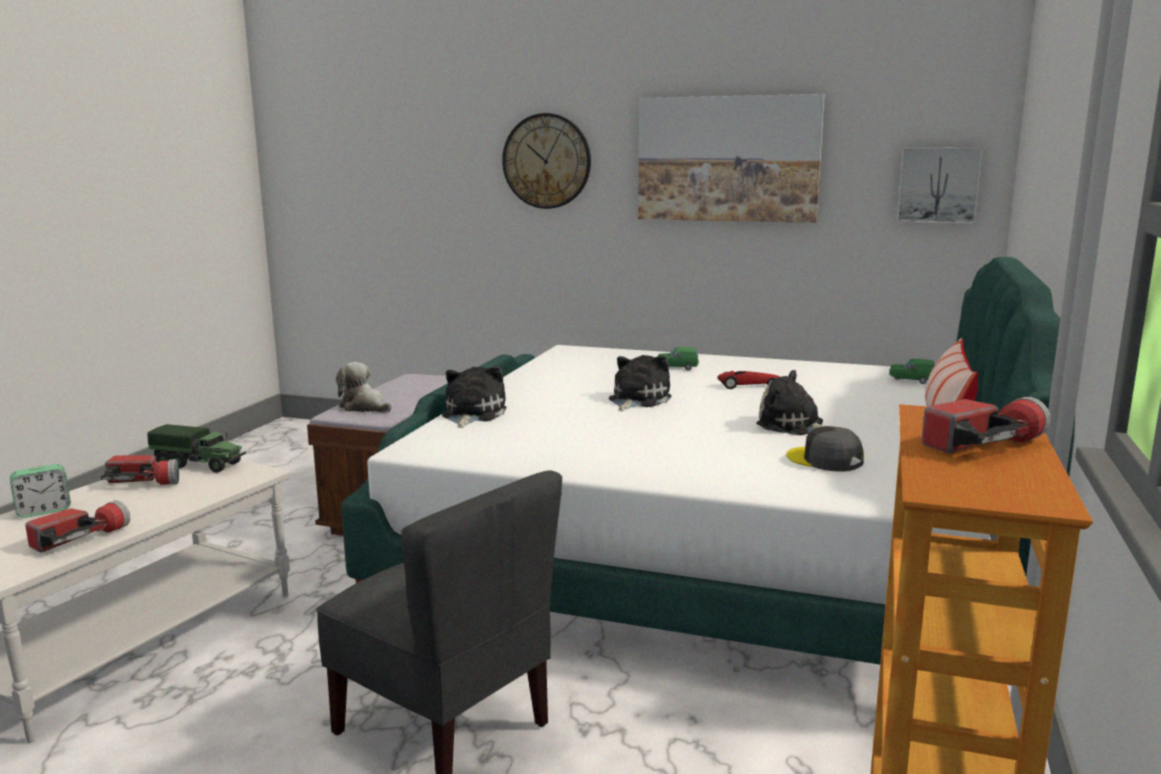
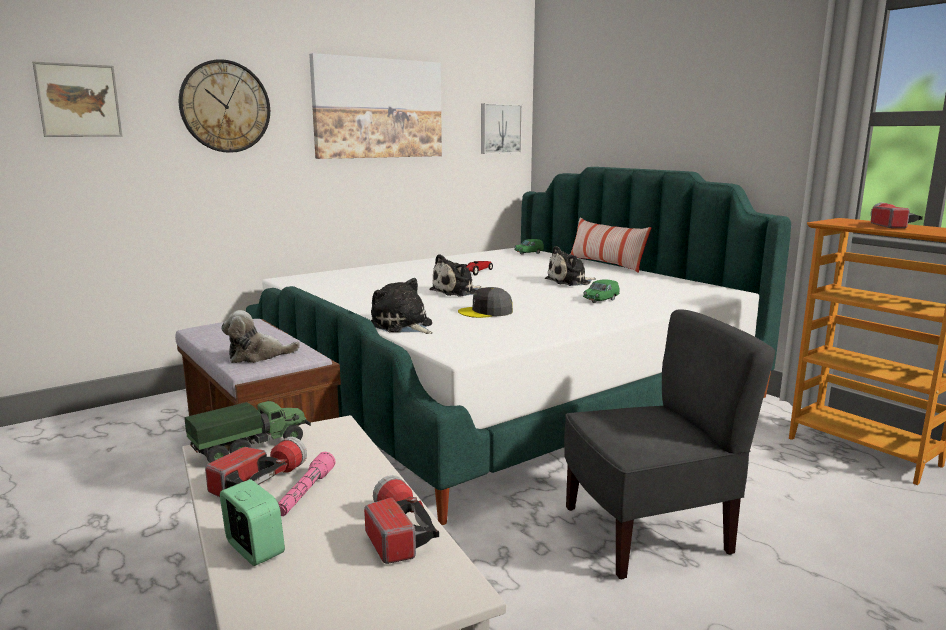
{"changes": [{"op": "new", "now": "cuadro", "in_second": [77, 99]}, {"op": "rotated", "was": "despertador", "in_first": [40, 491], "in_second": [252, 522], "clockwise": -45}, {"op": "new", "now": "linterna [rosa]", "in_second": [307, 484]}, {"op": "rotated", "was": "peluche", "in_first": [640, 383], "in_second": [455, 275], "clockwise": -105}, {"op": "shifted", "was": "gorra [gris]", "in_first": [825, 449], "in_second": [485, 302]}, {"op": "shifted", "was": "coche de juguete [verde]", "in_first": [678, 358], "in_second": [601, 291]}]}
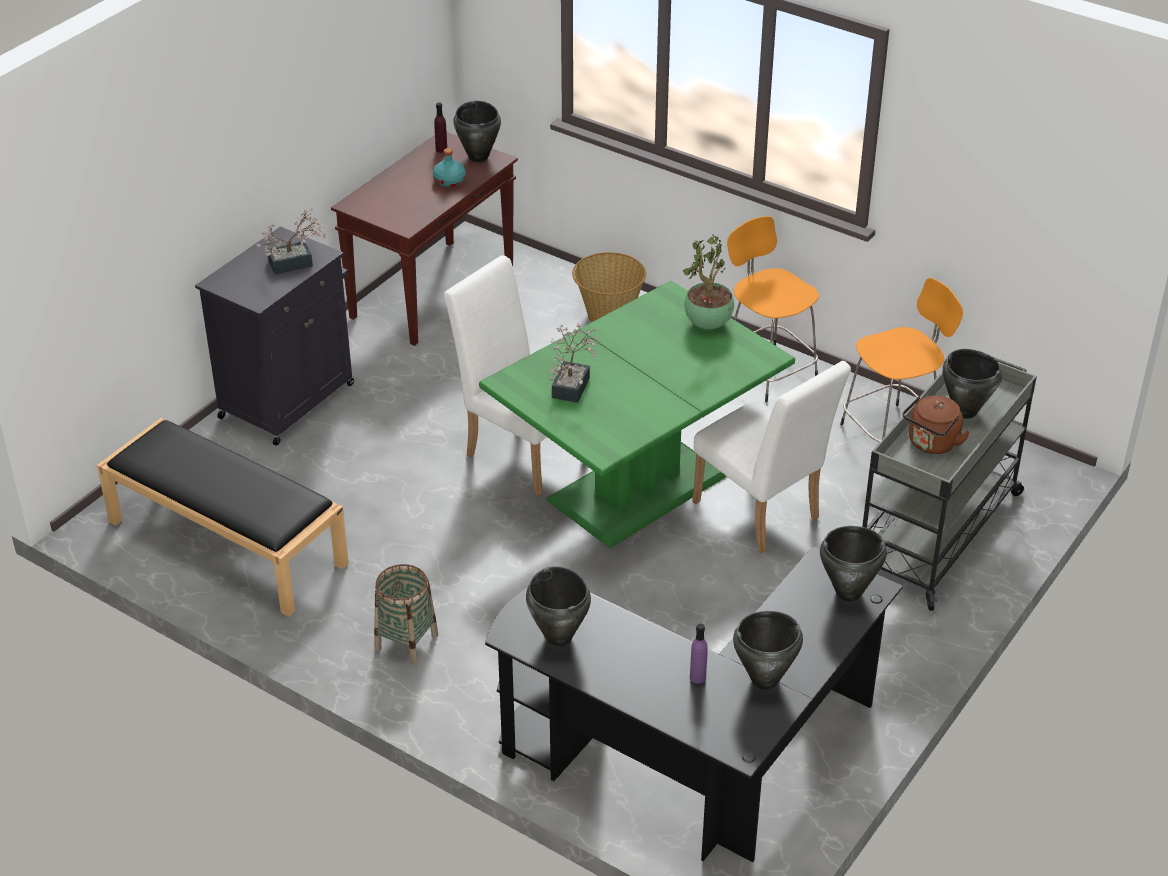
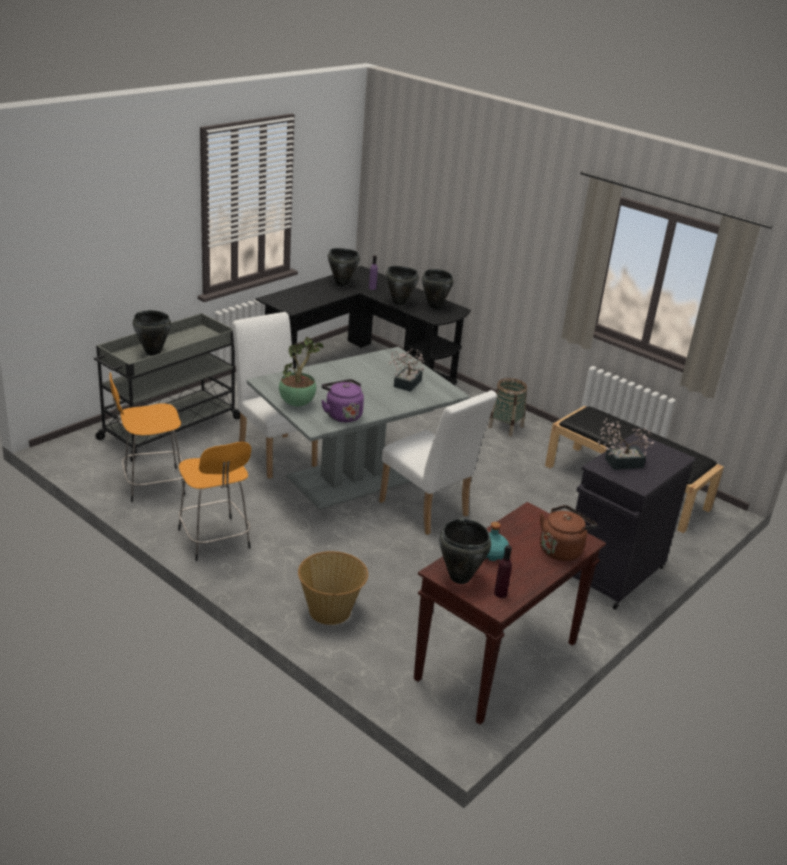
{"changes": [{"op": "repainted", "was": "mesa de comedor [verde]", "now": "mesa de comedor [gris]", "in_first": [637, 414], "in_second": [358, 428]}, {"op": "new", "now": "hervidor [morado]", "in_second": [342, 401]}, {"op": "shifted", "was": "olla [negro]", "in_first": [853, 564], "in_second": [402, 285]}, {"op": "shifted", "was": "hervidor [marrón]", "in_first": [936, 424], "in_second": [568, 533]}]}
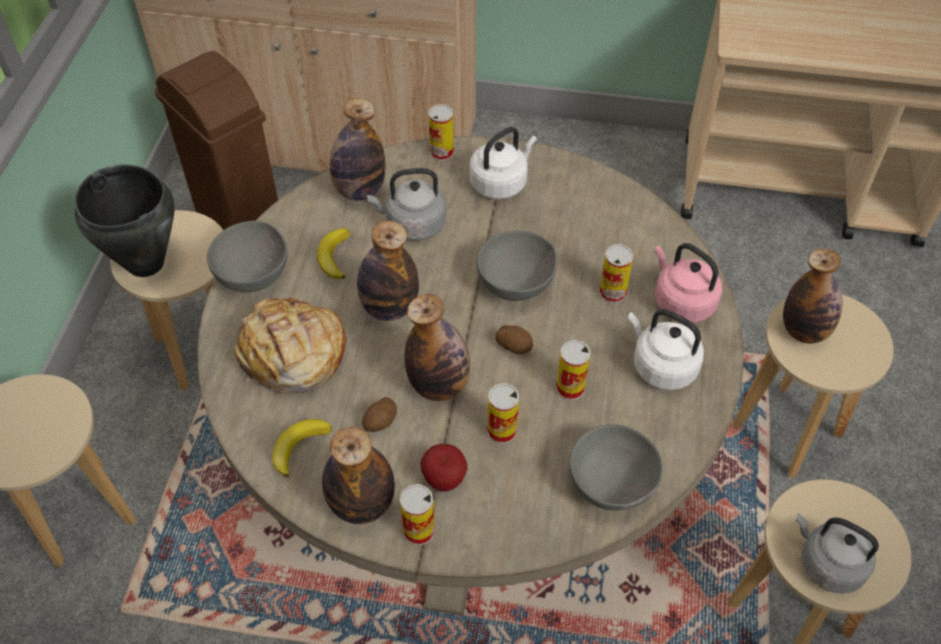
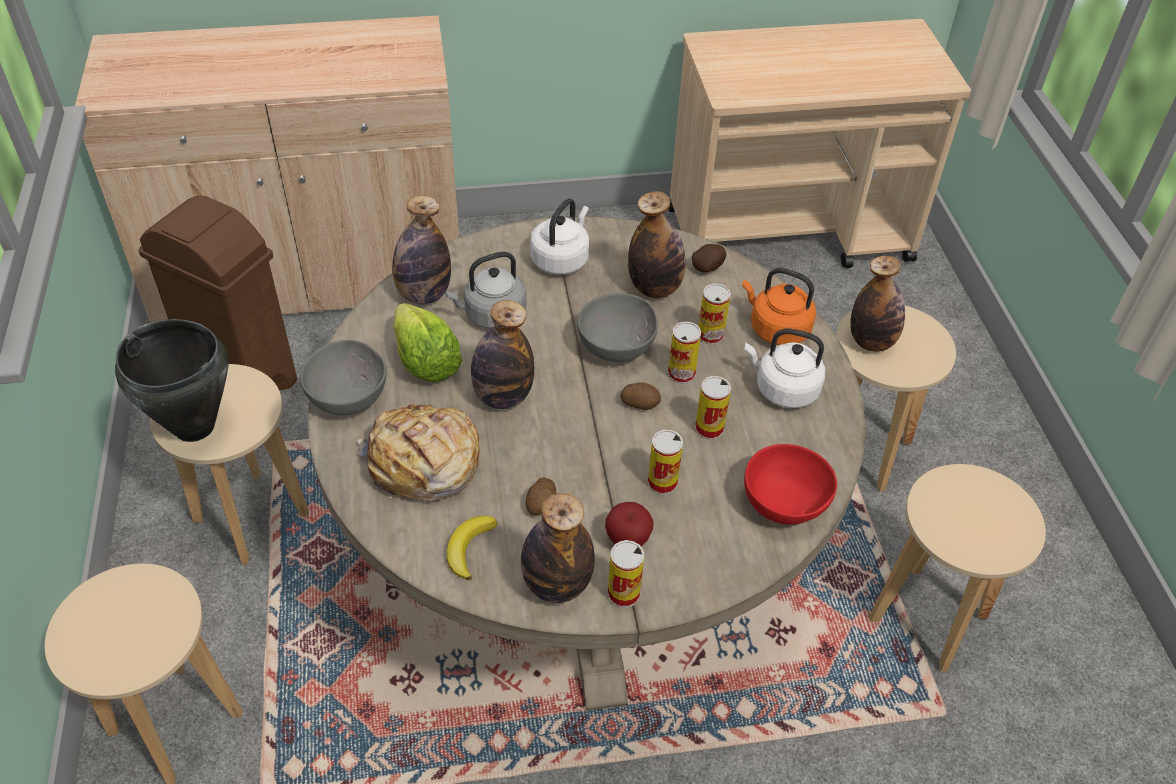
{"changes": [{"op": "swapped", "was": "plátano", "now": "lechuga", "in_first": [333, 253], "in_second": [428, 342]}, {"op": "shifted", "was": "botella", "in_first": [437, 347], "in_second": [657, 244]}, {"op": "shifted", "was": "lata", "in_first": [441, 132], "in_second": [684, 352]}, {"op": "new", "now": "patata", "in_second": [709, 258]}, {"op": "repainted", "was": "hervidor [rosa]", "now": "hervidor [naranja]", "in_first": [688, 283], "in_second": [779, 306]}, {"op": "repainted", "was": "cuenco [gris]", "now": "cuenco [rojo]", "in_first": [616, 467], "in_second": [790, 484]}, {"op": "gone", "was": "hervidor [gris]", "in_first": [837, 553]}]}
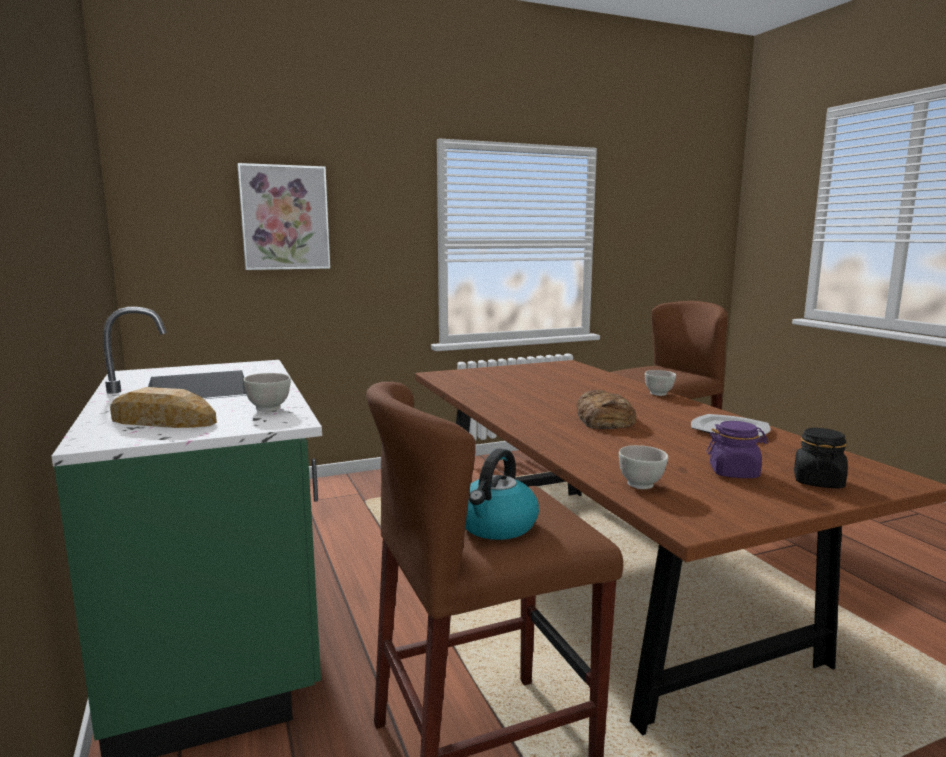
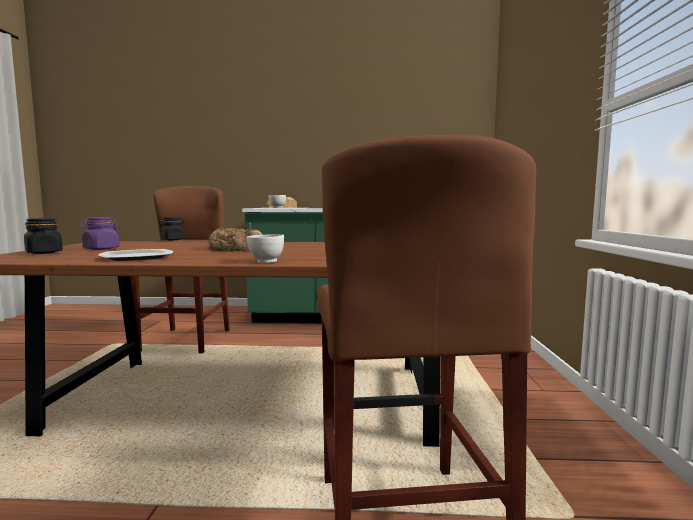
{"changes": [{"op": "swapped", "was": "hervidor", "now": "tarro [negro]", "in_first": [502, 494], "in_second": [172, 228]}, {"op": "gone", "was": "cuadro", "in_first": [283, 216]}, {"op": "gone", "was": "cuenco [blanco]", "in_first": [643, 467]}]}
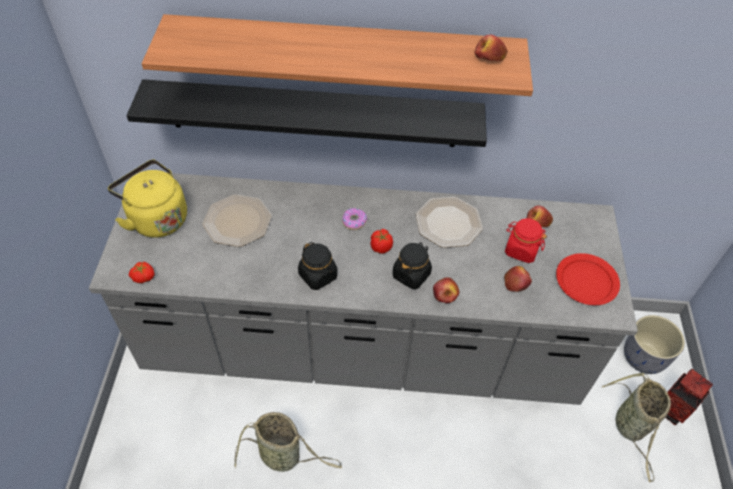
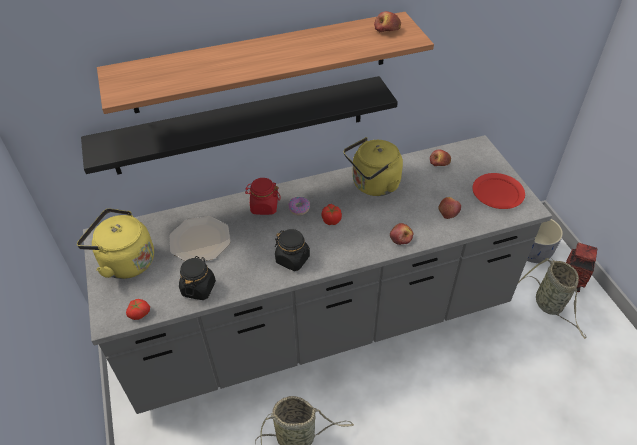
{"changes": [{"op": "shifted", "was": "tarro [negro]", "in_first": [412, 265], "in_second": [197, 278]}, {"op": "shifted", "was": "tarro [rojo]", "in_first": [526, 240], "in_second": [263, 196]}, {"op": "swapped", "was": "plato", "now": "hervidor [amarillo]", "in_first": [449, 222], "in_second": [373, 166]}]}
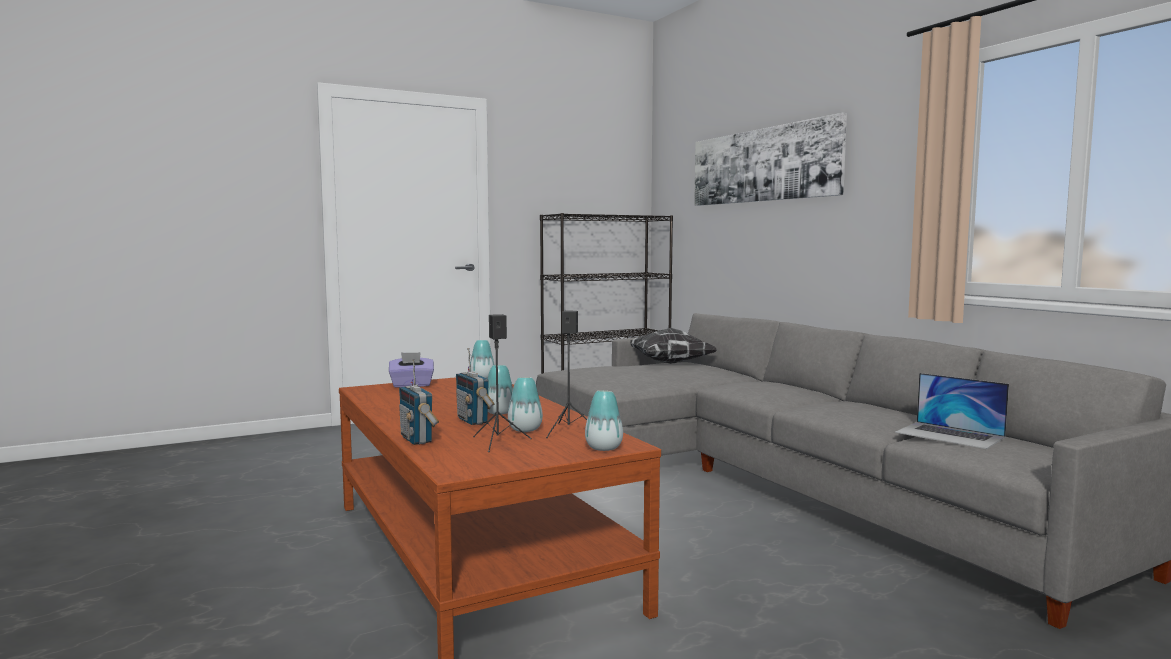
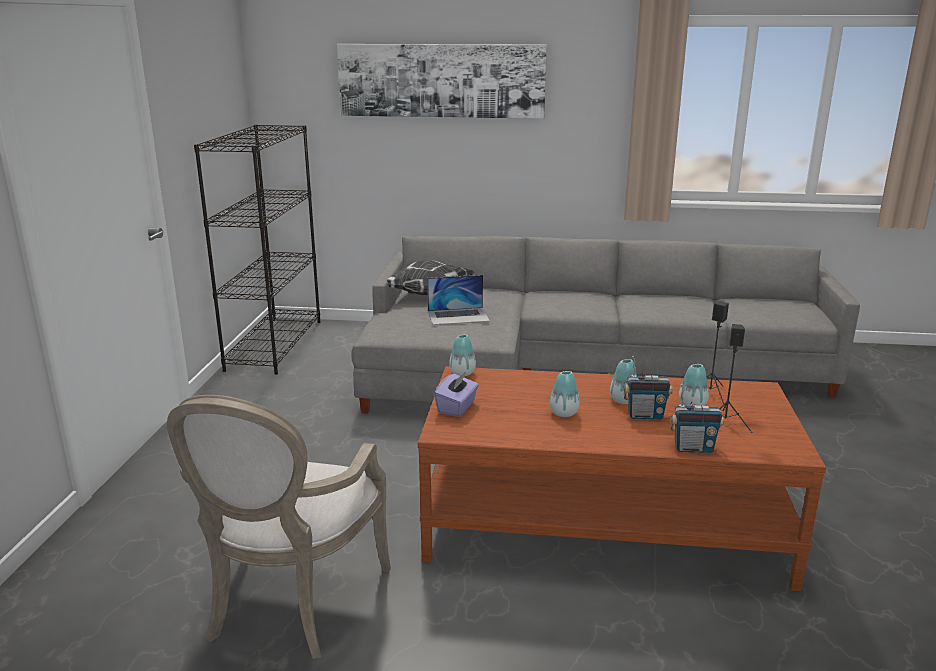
{"changes": [{"op": "new", "now": "sillón", "in_second": [279, 527]}, {"op": "shifted", "was": "portátil", "in_first": [952, 411], "in_second": [458, 300]}, {"op": "shifted", "was": "florero", "in_first": [604, 420], "in_second": [564, 394]}]}
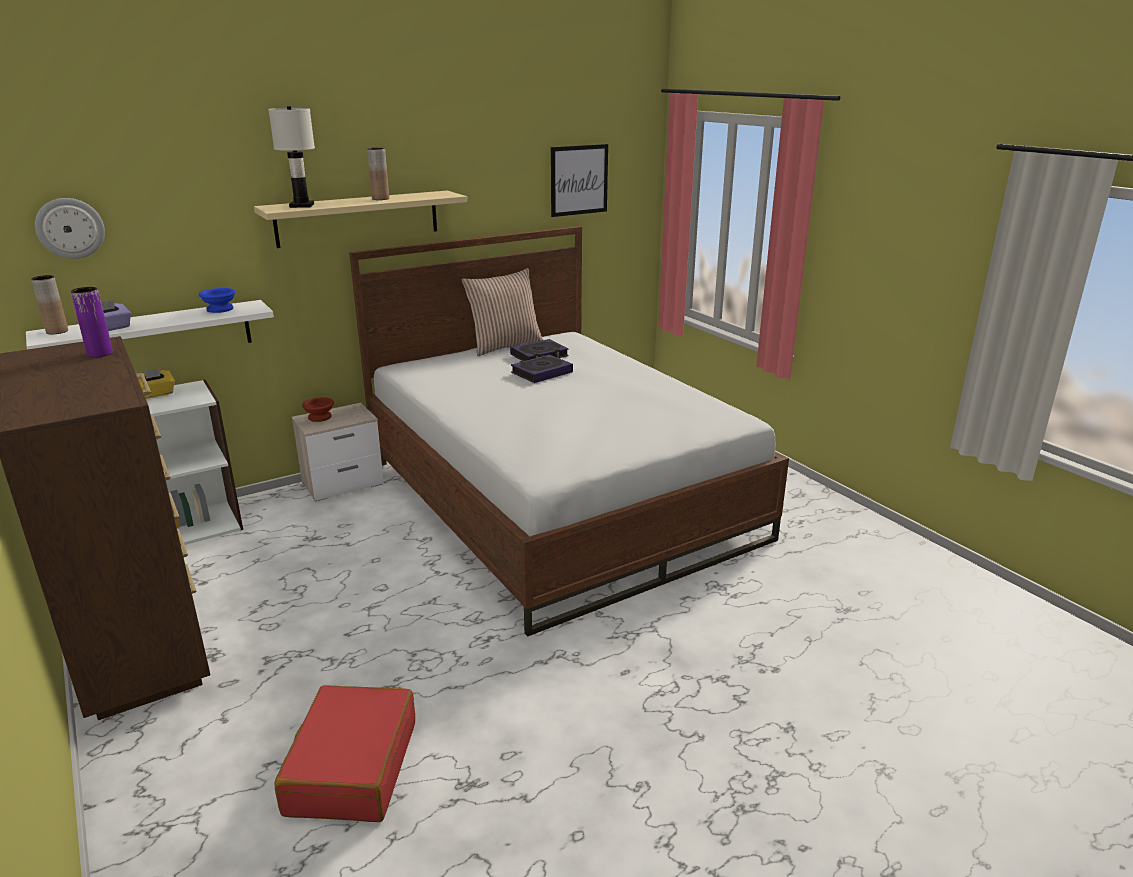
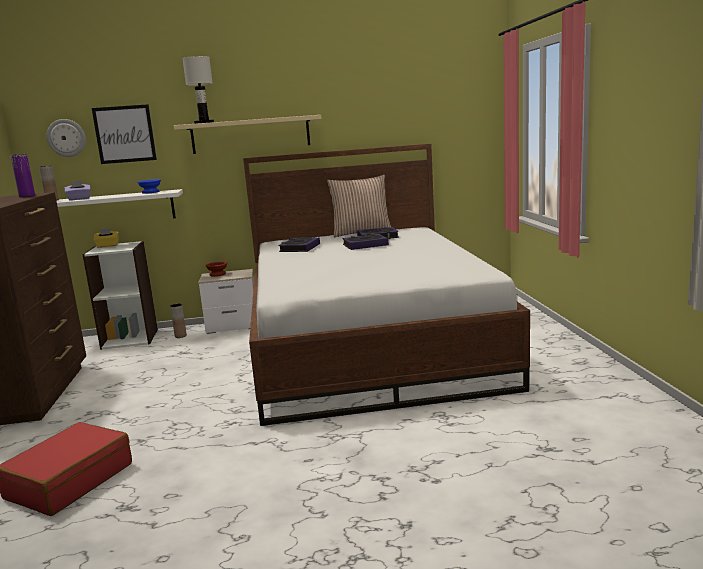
{"changes": [{"op": "shifted", "was": "cuadro", "in_first": [579, 180], "in_second": [124, 134]}, {"op": "shifted", "was": "florero [marrón]", "in_first": [378, 174], "in_second": [178, 320]}, {"op": "new", "now": "libro", "in_second": [299, 244]}]}
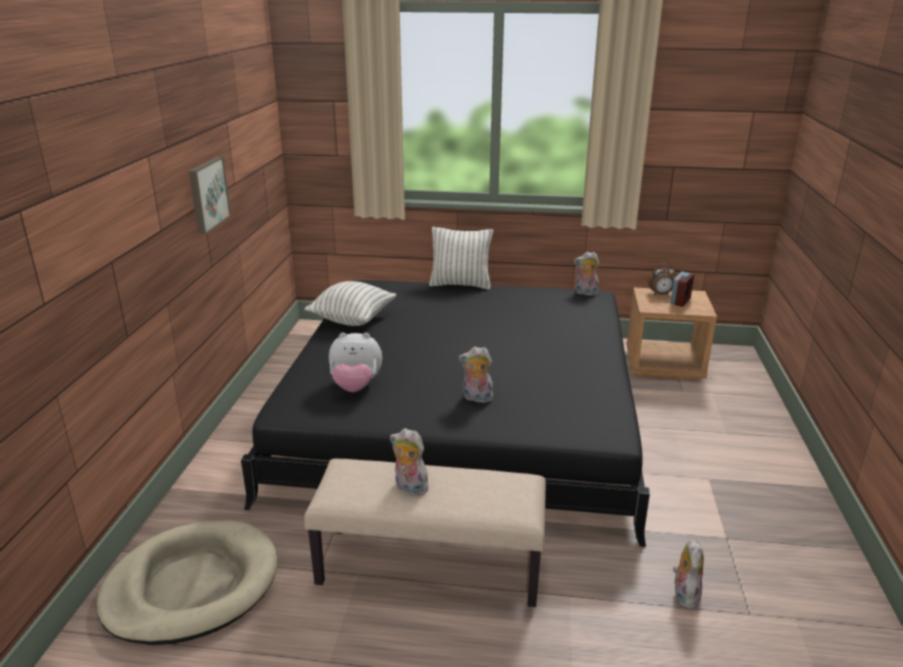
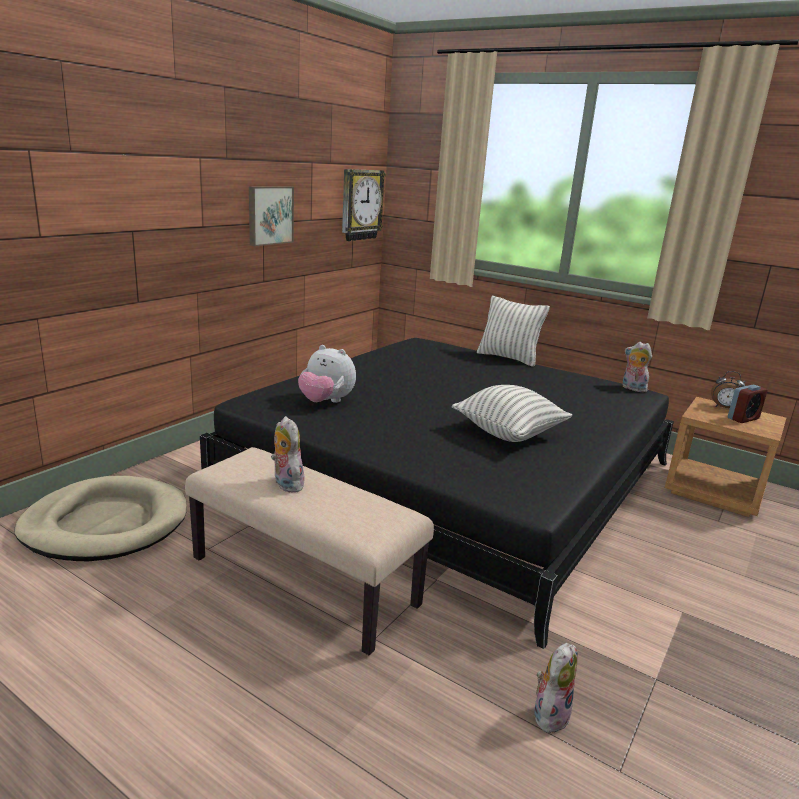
{"changes": [{"op": "new", "now": "reloj de pared", "in_second": [364, 205]}, {"op": "shifted", "was": "cojín", "in_first": [350, 303], "in_second": [512, 413]}, {"op": "gone", "was": "peluche", "in_first": [476, 375]}]}
